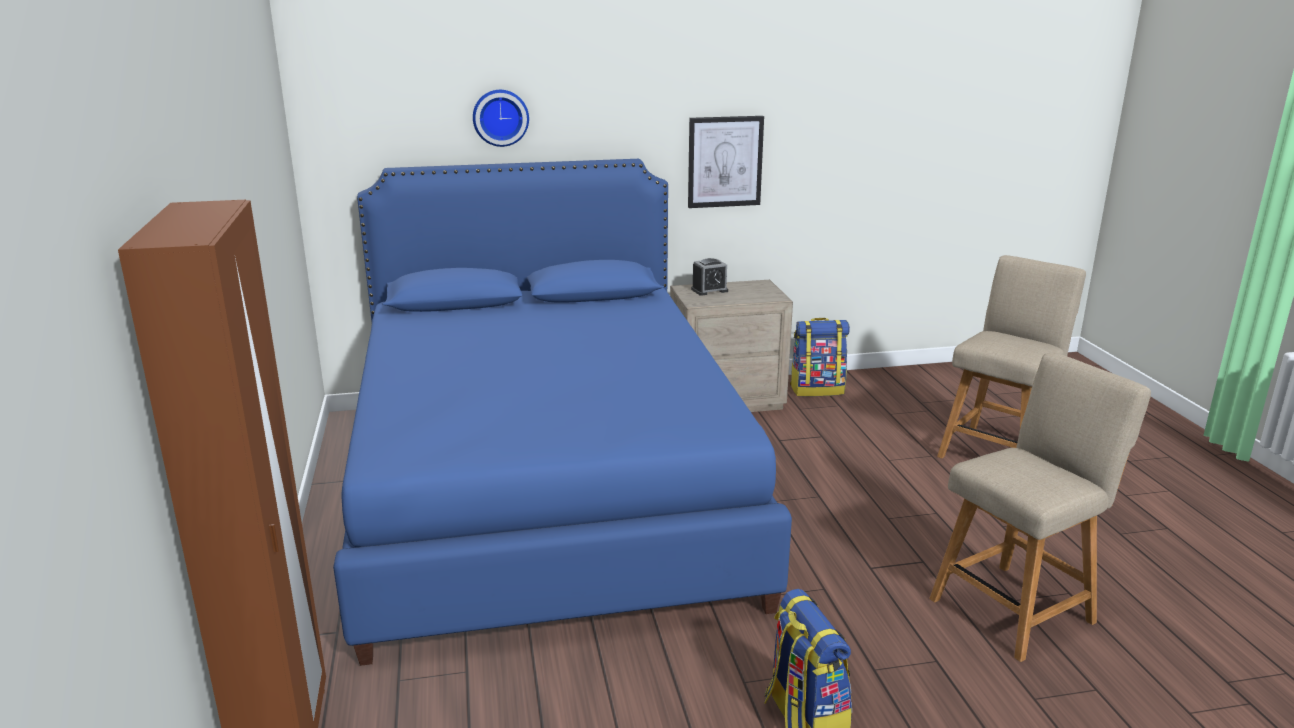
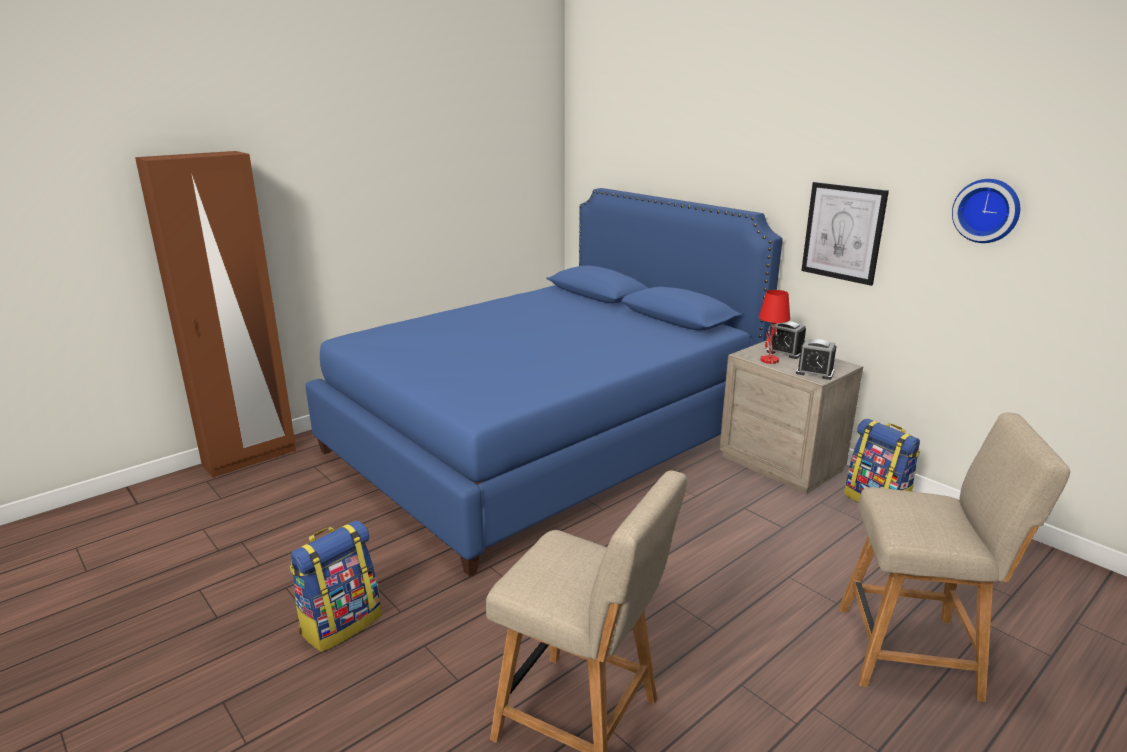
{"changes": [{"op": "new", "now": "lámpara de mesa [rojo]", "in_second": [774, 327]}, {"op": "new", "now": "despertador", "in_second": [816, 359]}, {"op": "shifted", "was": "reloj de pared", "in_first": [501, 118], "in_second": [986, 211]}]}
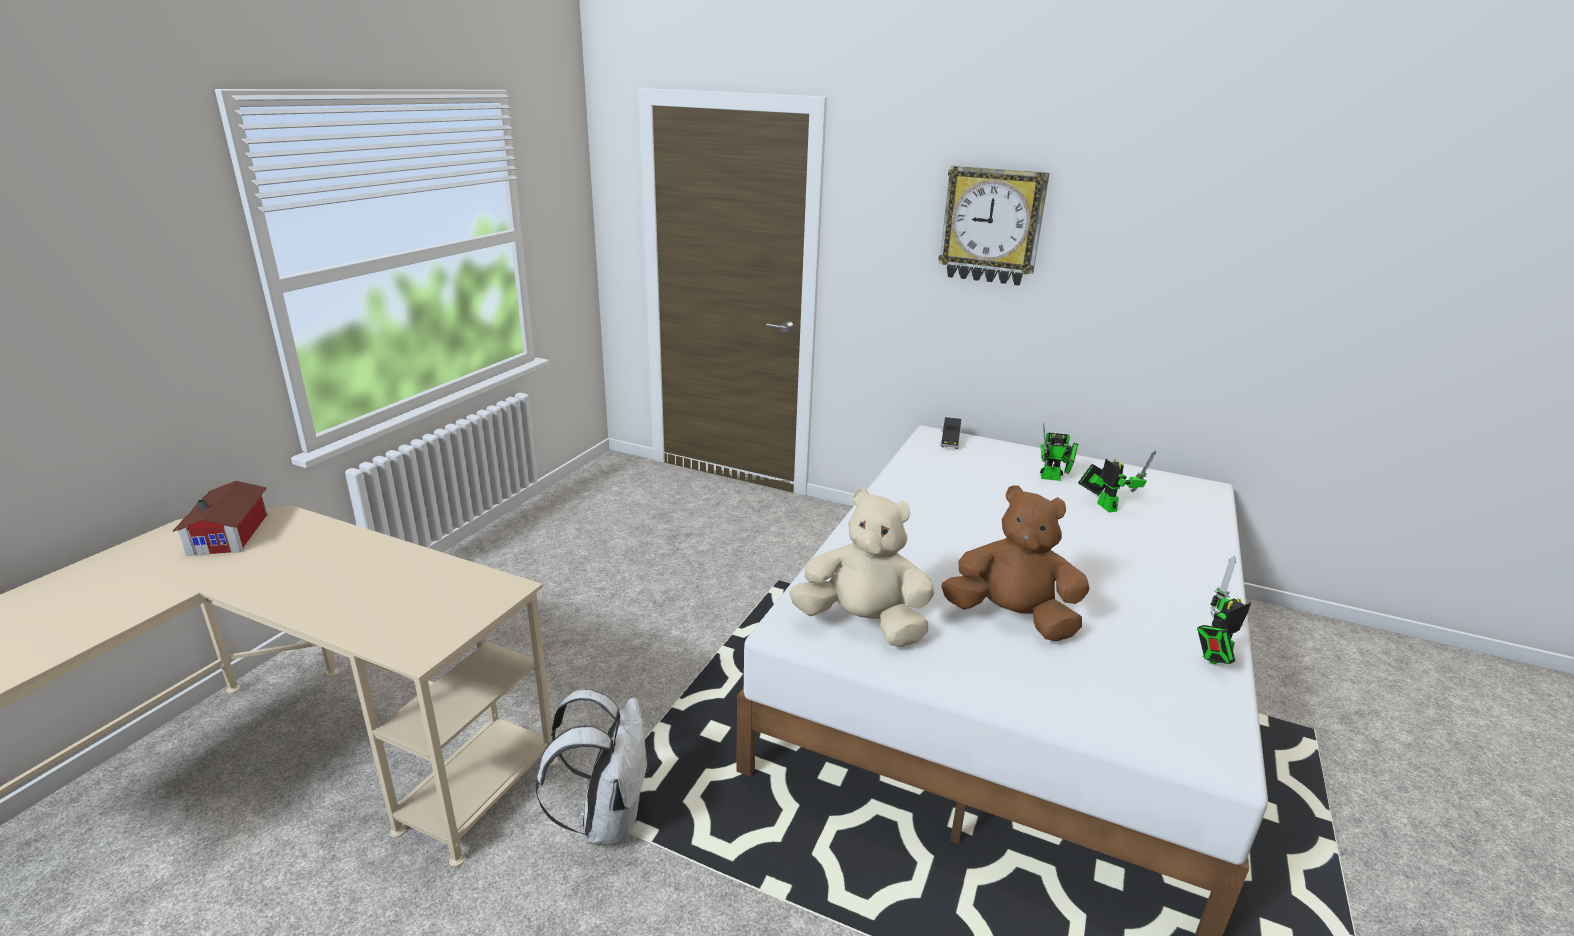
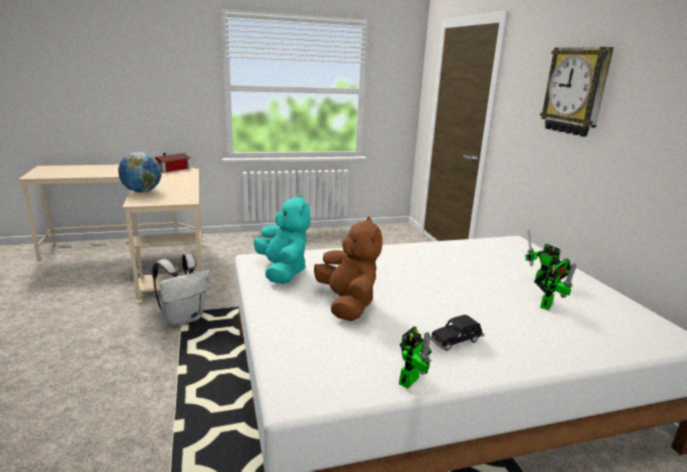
{"changes": [{"op": "new", "now": "globo terráqueo", "in_second": [140, 172]}, {"op": "repainted", "was": "peluche [beis]", "now": "peluche [turquesa]", "in_first": [862, 567], "in_second": [282, 239]}, {"op": "rotated", "was": "robot de juguete", "in_first": [1224, 610], "in_second": [415, 357], "clockwise": 105}, {"op": "shifted", "was": "coche de juguete [negro]", "in_first": [950, 433], "in_second": [457, 333]}]}
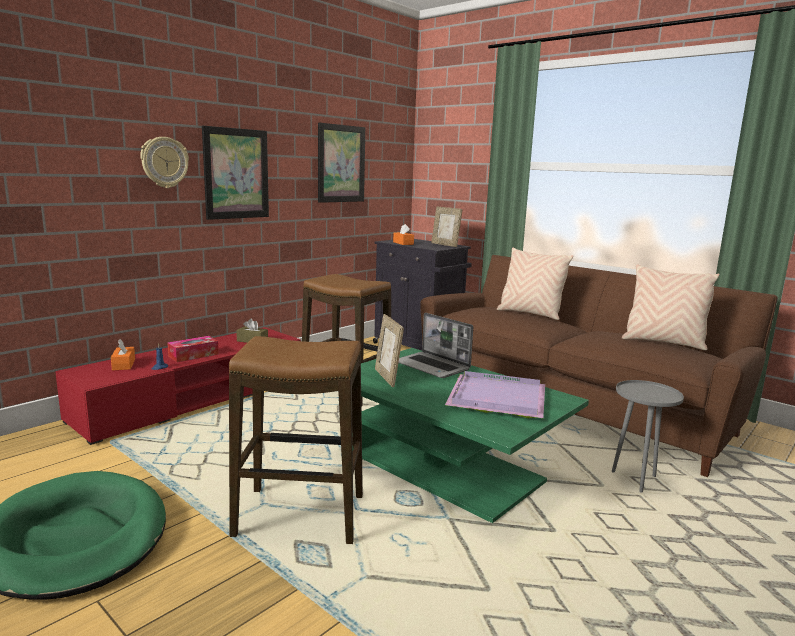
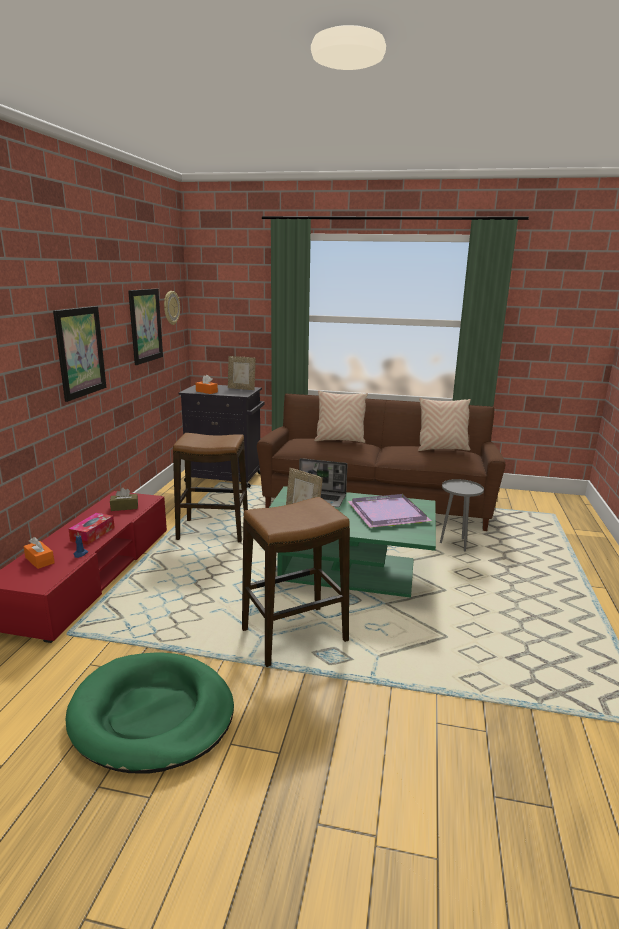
{"changes": [{"op": "shifted", "was": "reloj de pared", "in_first": [164, 162], "in_second": [172, 308]}]}
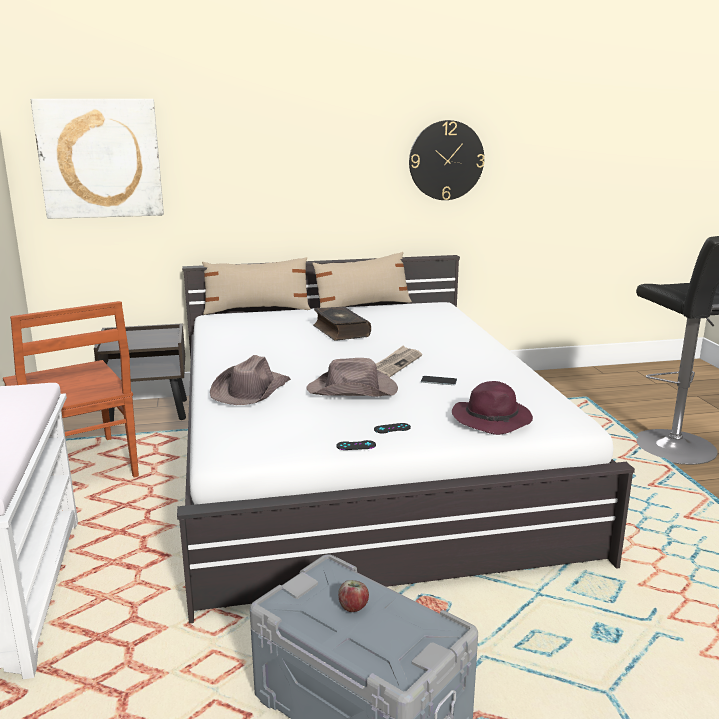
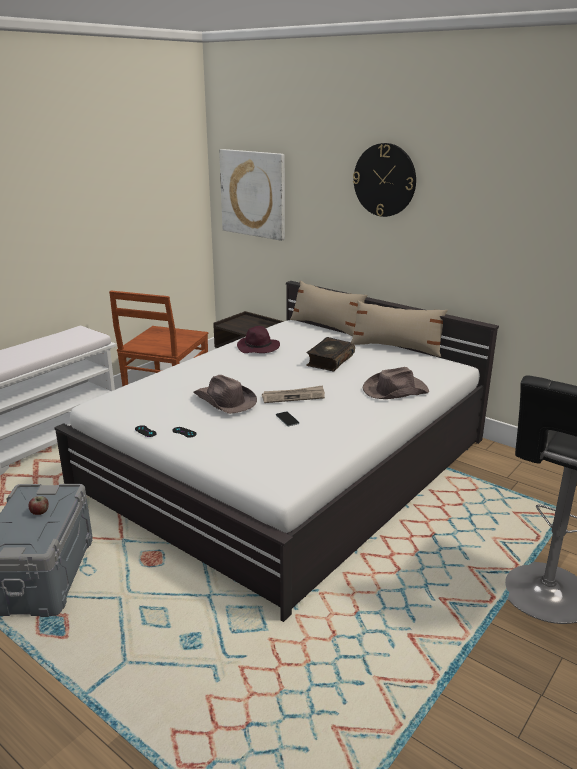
{"changes": [{"op": "shifted", "was": "sombrero [morado]", "in_first": [492, 408], "in_second": [258, 339]}, {"op": "shifted", "was": "reloj de pared", "in_first": [446, 160], "in_second": [384, 180]}, {"op": "shifted", "was": "sombrero [marrón]", "in_first": [250, 380], "in_second": [396, 383]}]}
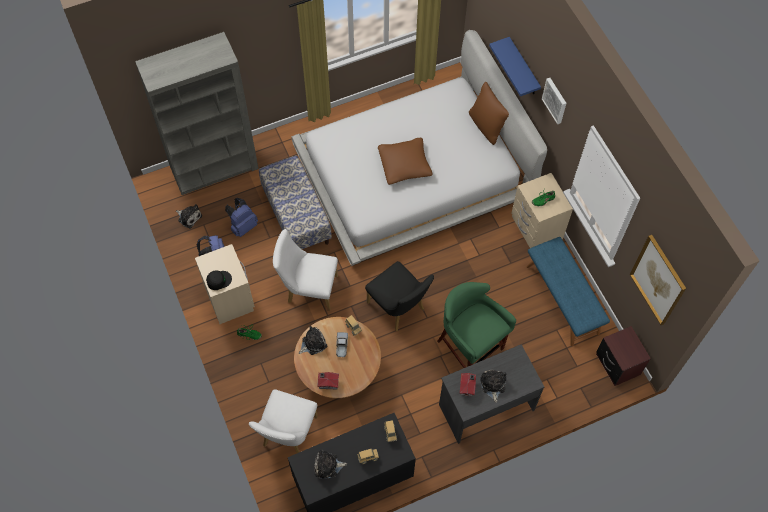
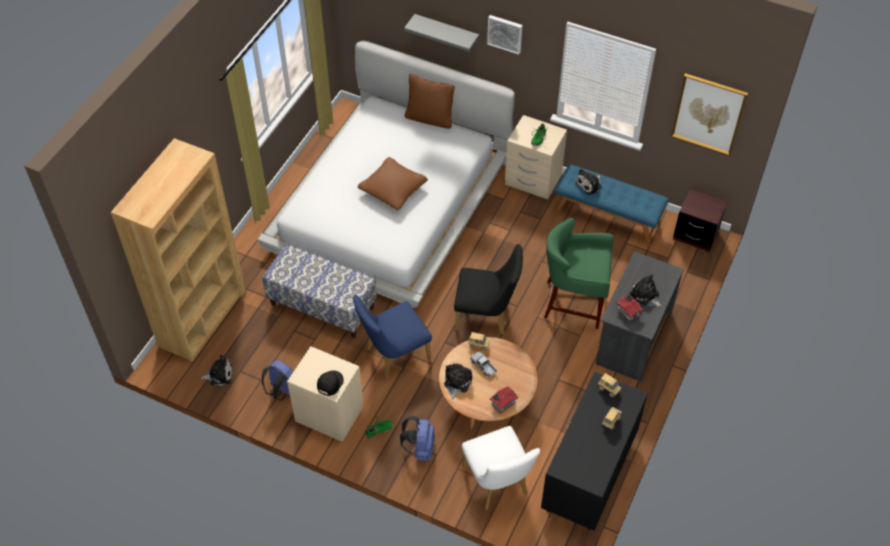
{"changes": [{"op": "repainted", "was": "estantería [gris]", "now": "estantería [marrón]", "in_first": [197, 113], "in_second": [178, 250]}, {"op": "repainted", "was": "silla [blanco]", "now": "silla [azul]", "in_first": [305, 270], "in_second": [392, 337]}, {"op": "shifted", "was": "mochila [azul]", "in_first": [241, 217], "in_second": [417, 438]}, {"op": "repainted", "was": "estante [azul]", "now": "estante [gris]", "in_first": [515, 66], "in_second": [441, 33]}, {"op": "shifted", "was": "peluche", "in_first": [330, 464], "in_second": [588, 182]}]}
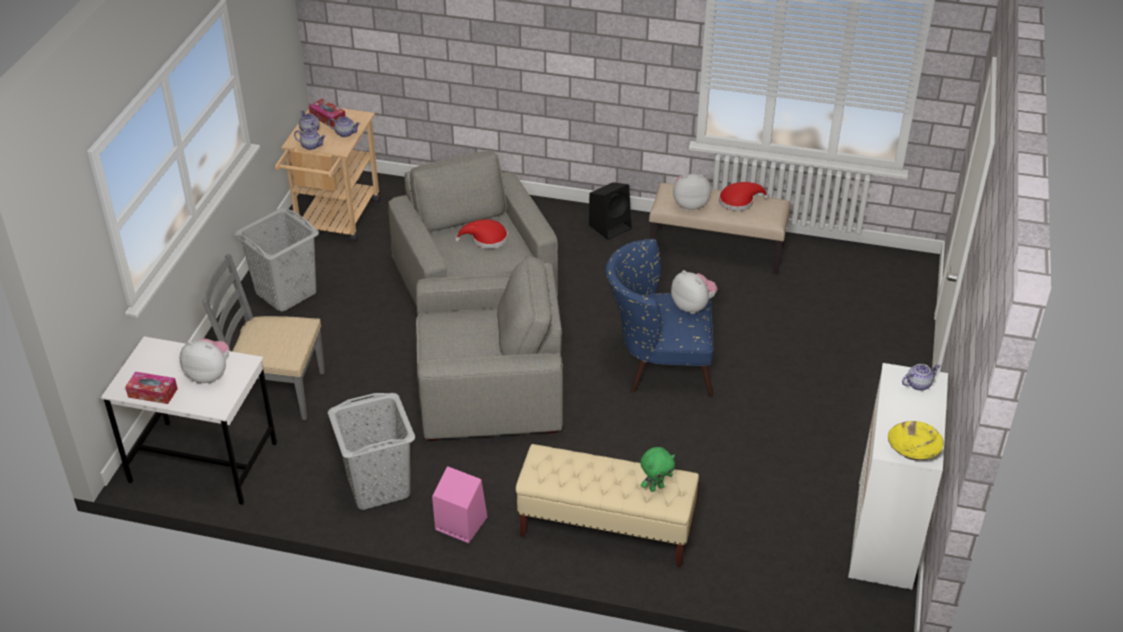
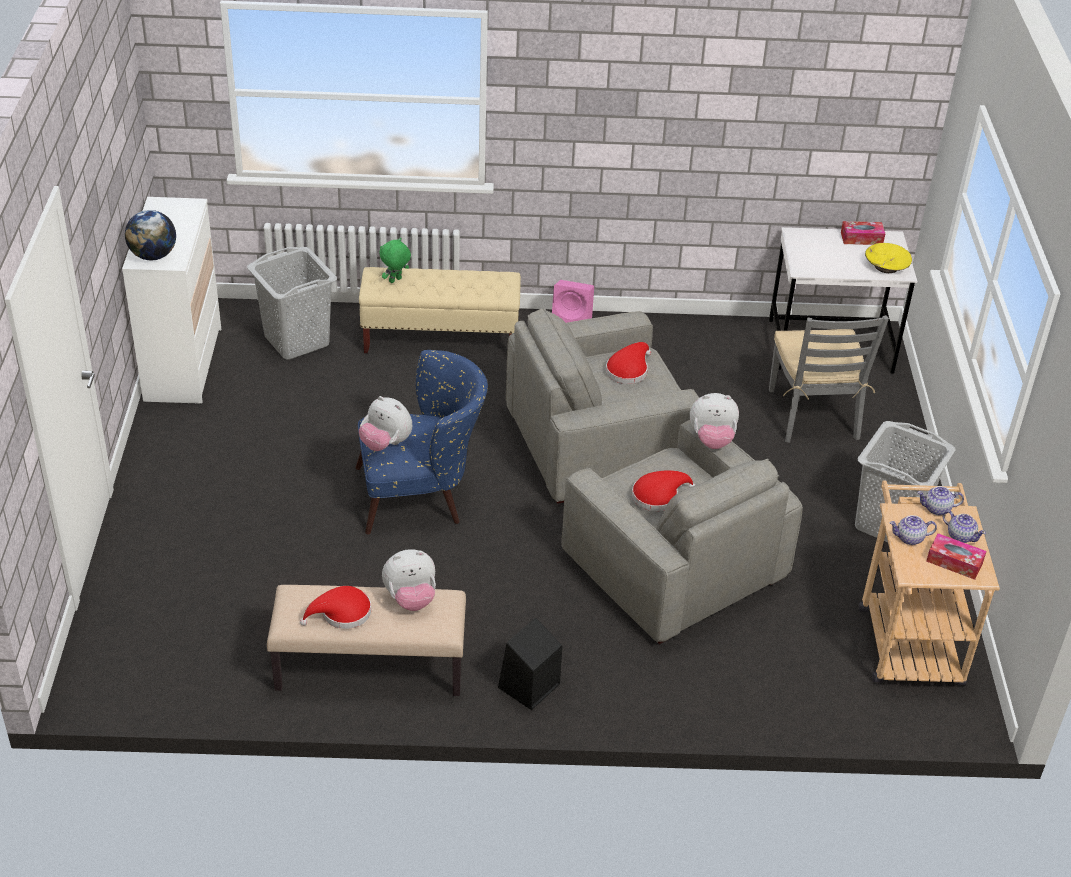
{"changes": [{"op": "swapped", "was": "tetera", "now": "globo terráqueo", "in_first": [921, 377], "in_second": [150, 235]}, {"op": "shifted", "was": "cesto de la ropa [gris]", "in_first": [371, 451], "in_second": [292, 303]}, {"op": "new", "now": "sombrero [rojo]", "in_second": [628, 363]}, {"op": "shifted", "was": "peluche", "in_first": [204, 360], "in_second": [714, 421]}, {"op": "rotated", "was": "silla [gris]", "in_first": [263, 337], "in_second": [829, 379], "clockwise": 90}, {"op": "shifted", "was": "cuenco [amarillo]", "in_first": [916, 440], "in_second": [888, 258]}]}
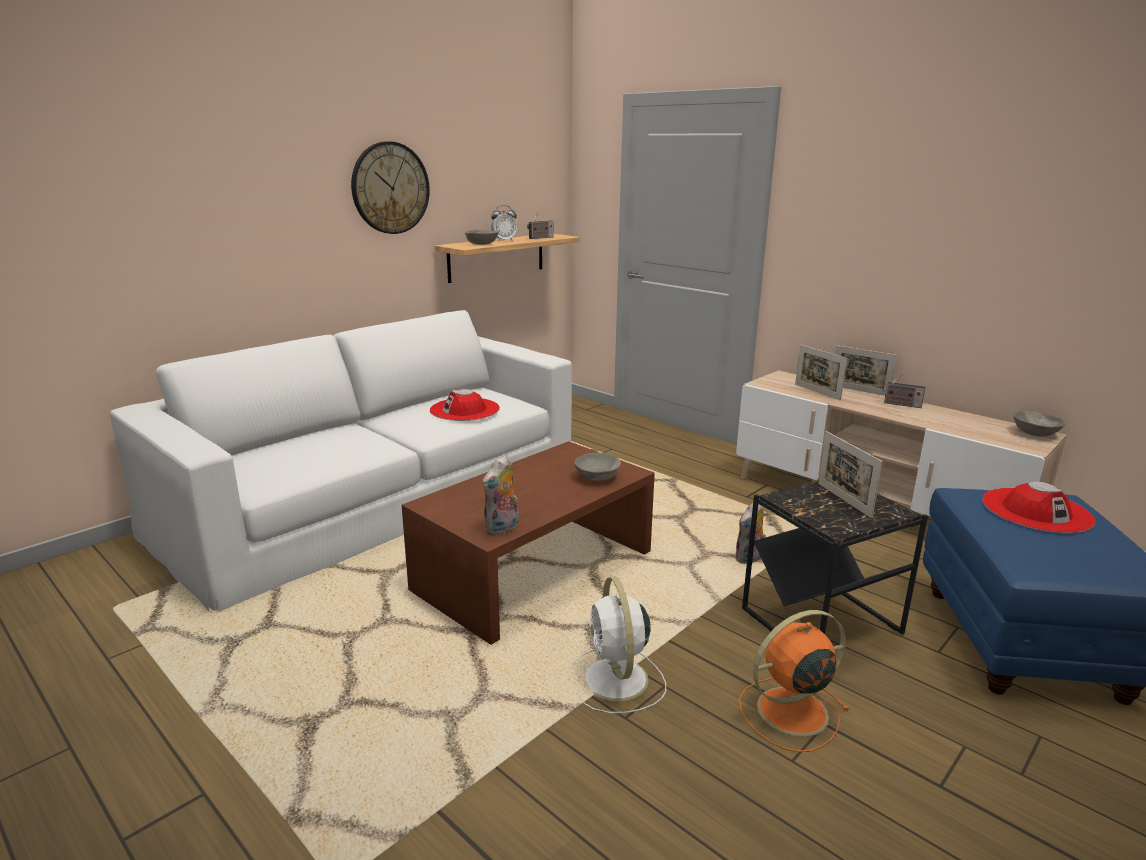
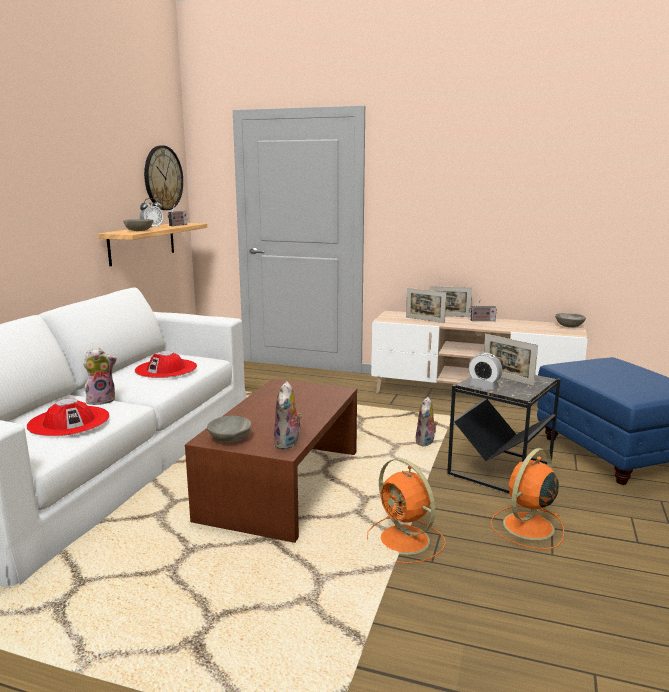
{"changes": [{"op": "shifted", "was": "sombrero [rojo]", "in_first": [1038, 507], "in_second": [68, 417]}, {"op": "new", "now": "peluche", "in_second": [100, 376]}, {"op": "shifted", "was": "reloj de pared", "in_first": [390, 187], "in_second": [163, 177]}, {"op": "shifted", "was": "cuenco [gris]", "in_first": [597, 467], "in_second": [229, 429]}, {"op": "repainted", "was": "ventilador [blanco]", "now": "ventilador [naranja]", "in_first": [618, 645], "in_second": [406, 511]}, {"op": "new", "now": "despertador", "in_second": [485, 372]}]}
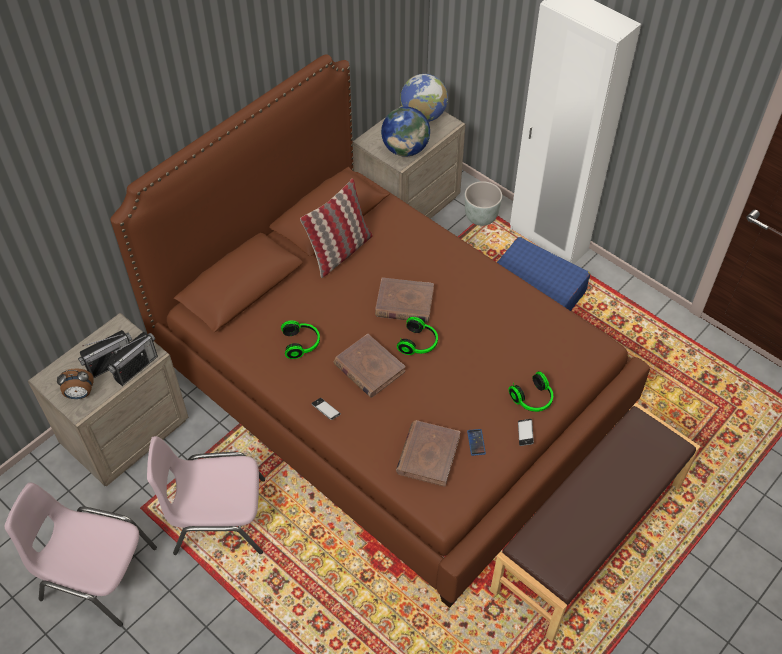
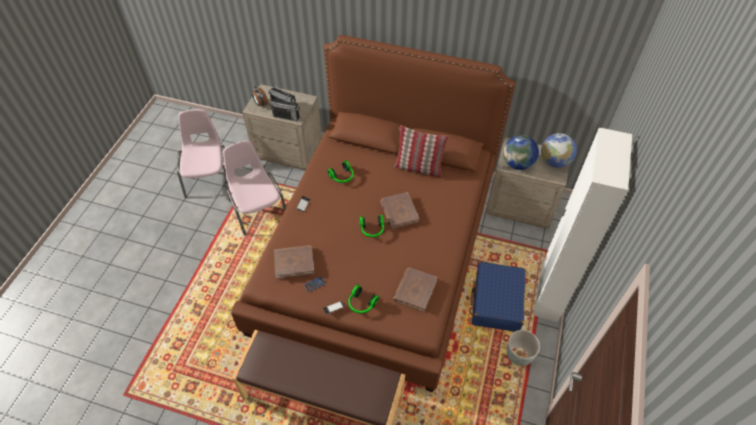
{"changes": [{"op": "shifted", "was": "libro [marrón]", "in_first": [369, 366], "in_second": [415, 289]}, {"op": "shifted", "was": "maceta [gris]", "in_first": [483, 203], "in_second": [523, 348]}]}
